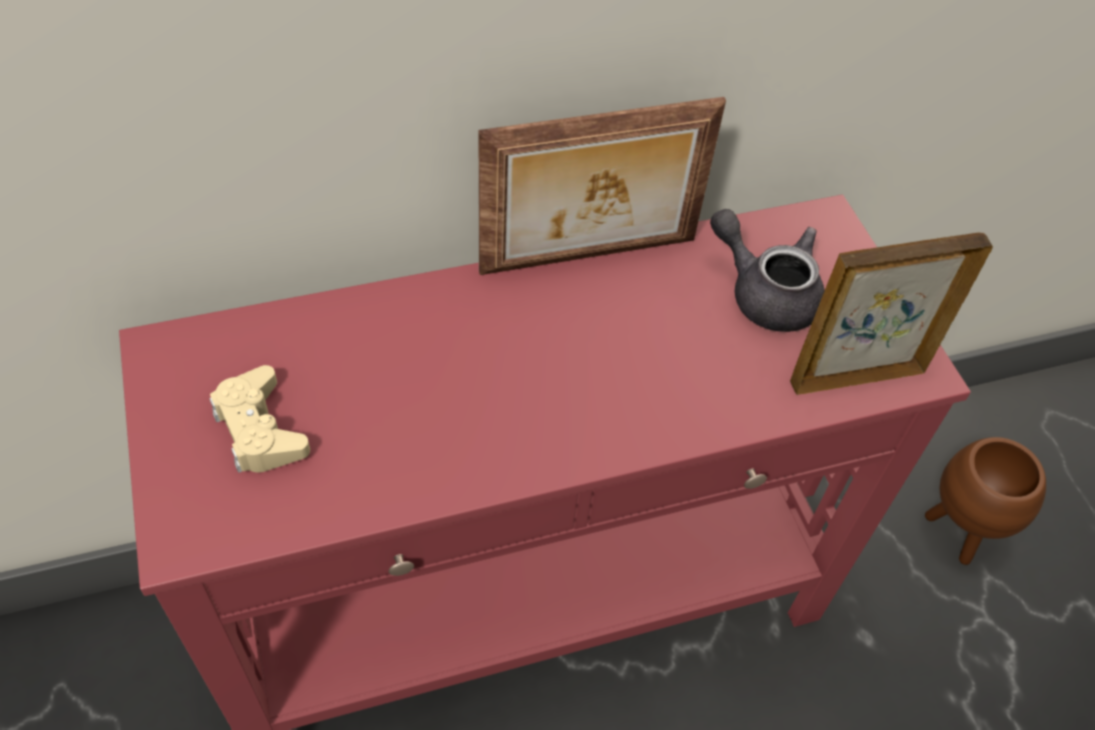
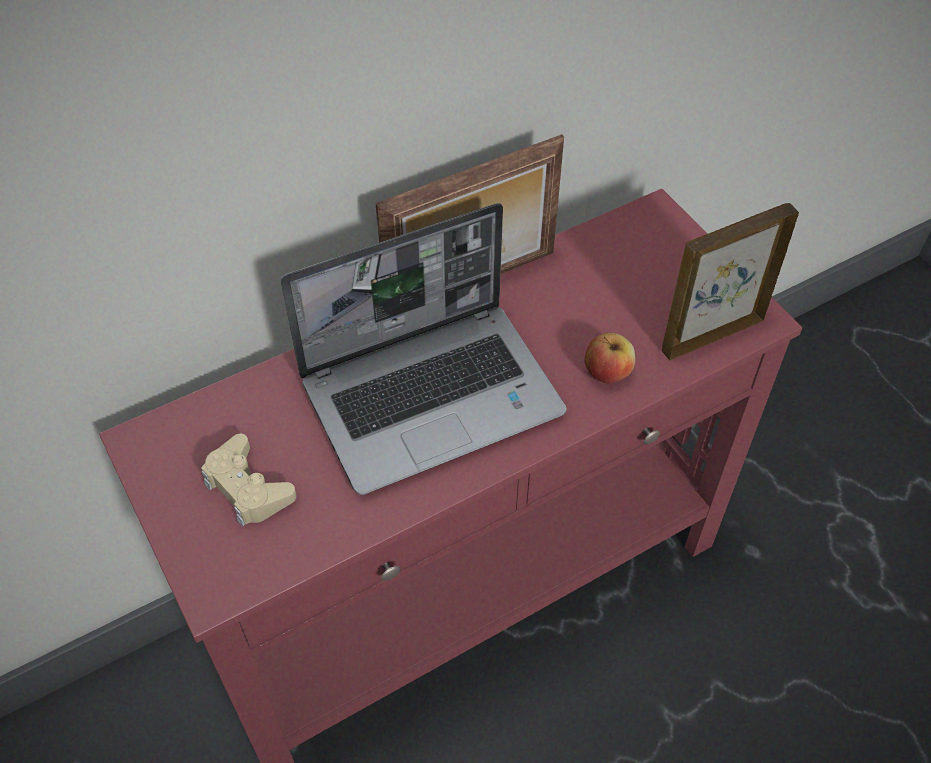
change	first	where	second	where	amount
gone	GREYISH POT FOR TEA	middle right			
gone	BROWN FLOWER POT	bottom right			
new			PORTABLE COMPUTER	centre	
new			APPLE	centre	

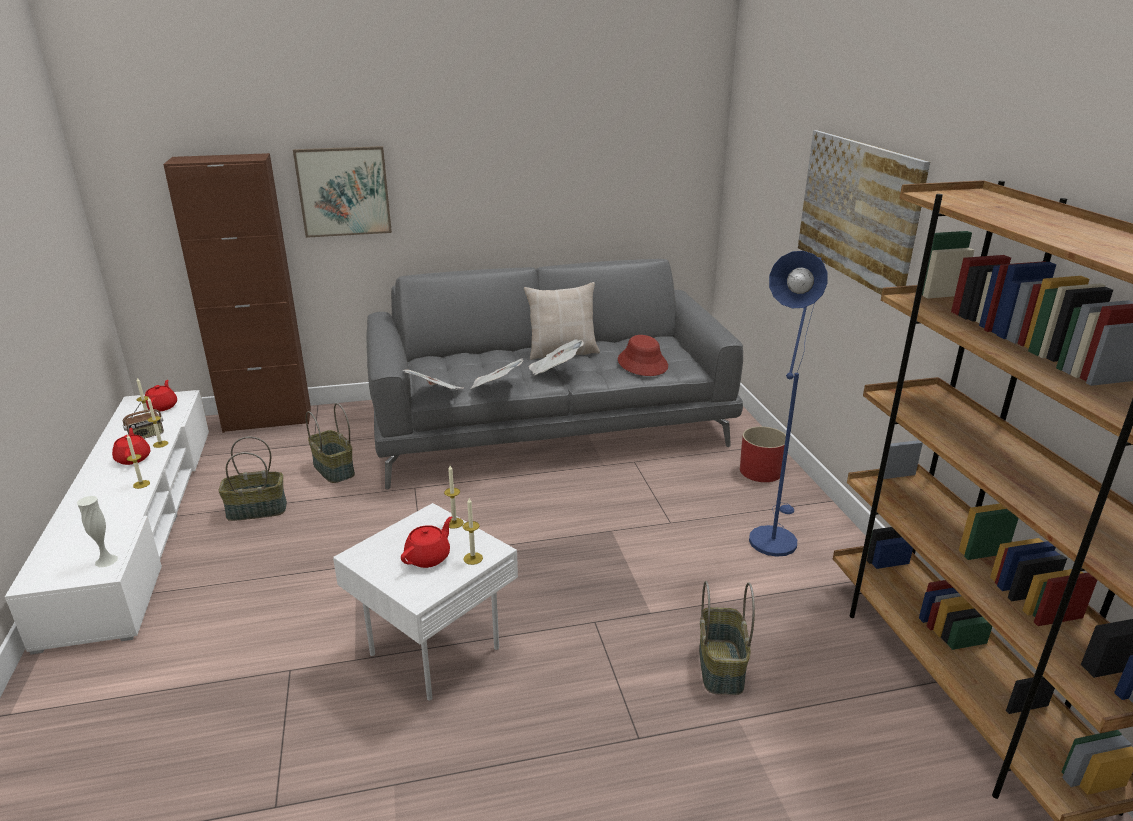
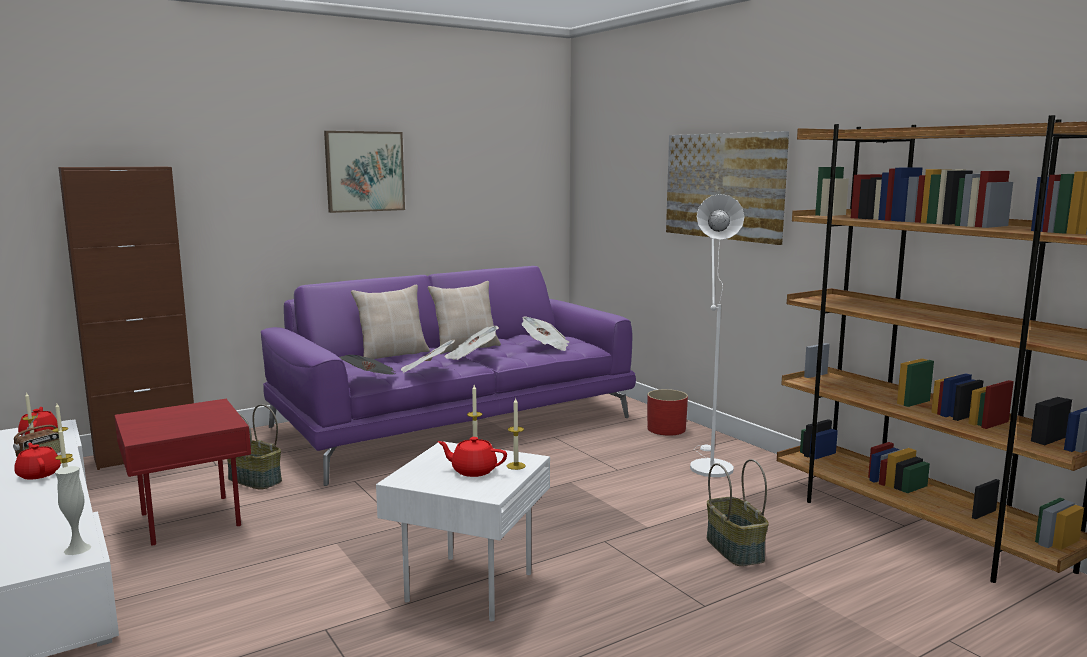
change	first	where	second	where	amount
shifted	WALL ART (no. 1 from left)	top left		top centre	
repainted	BLUE STANDING LAMP	middle right	WHITE-COLOURED STANDING LAMP	centre	
repainted	GREYISH SOFA	centre	PURPLE SOFA	centre	
swapped	RED CLOTHING HAT	centre	DAILY PAPER (no. 4 from left)	centre	
swapped	HOUSEHOLD BASKET (no. 1 from left)	middle left	RED END TABLE	bottom left	
rotated	RED POT FOR TEA (no. 3 from left)	centre		bottom centre	90 degrees counterclockwise
new			BEIGE-COLOURED PILLOW (no. 1 from left)	centre	

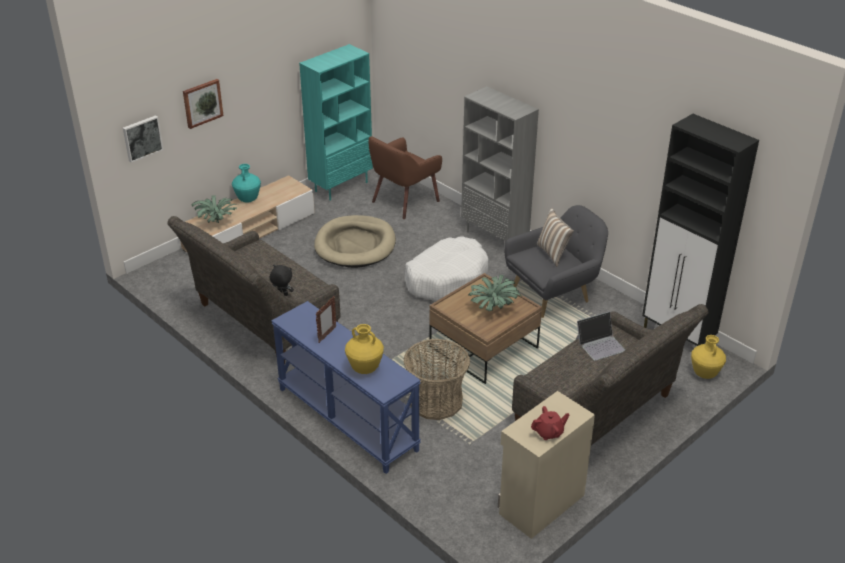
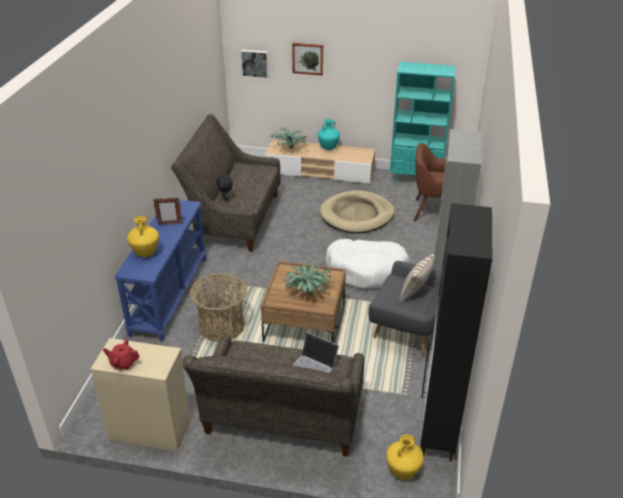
change	first	where	second	where	amount
rotated	RED POT FOR TEA	bottom centre		bottom left	150 degrees clockwise

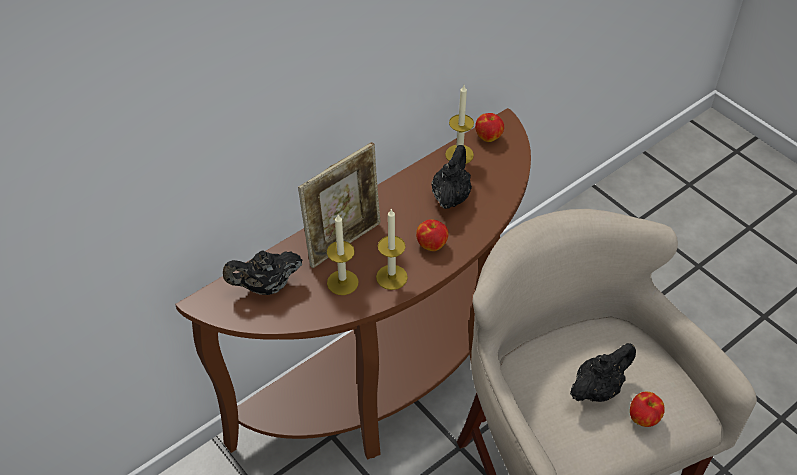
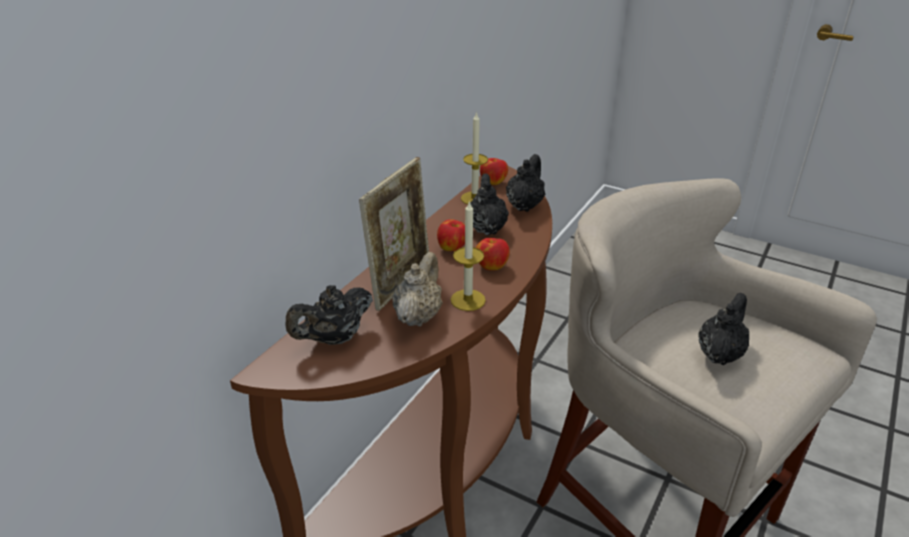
change	first	where	second	where	amount
swapped	WAX CANDLE (no. 1 from left)	centre	BEIGE-COLOURED POT FOR TEA	centre	
shifted	APPLE (no. 3 from left in the first image)	bottom right	APPLE (no. 1 from left)	centre	
new			BLACKISH POT FOR TEA (no. 3 from left)	centre	

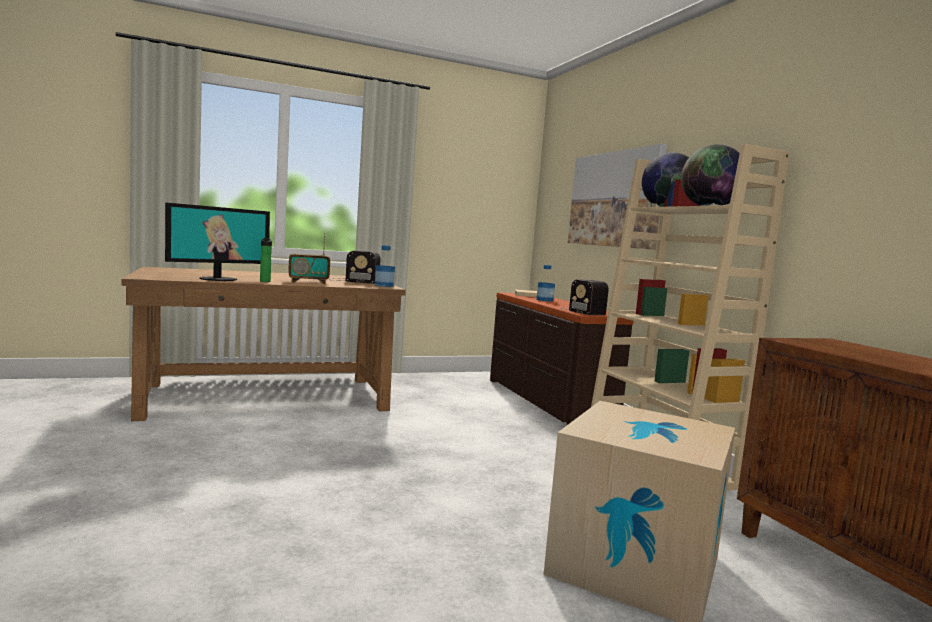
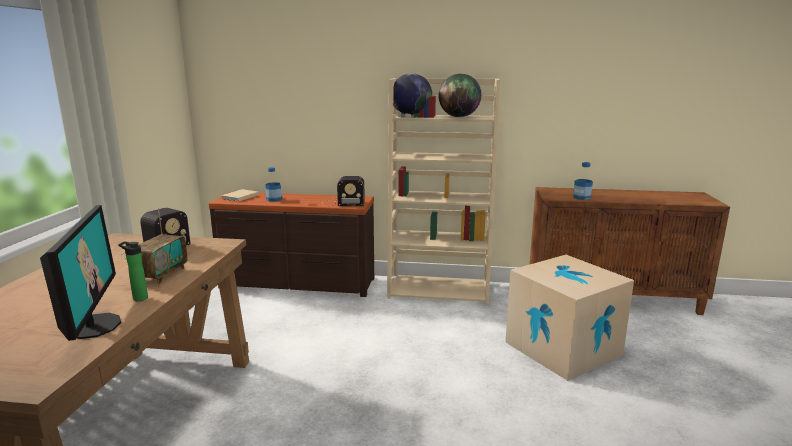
change	first	where	second	where	amount
gone	WALL ART	top centre			
shifted	DRINK BOTTLE (no. 2 from left in the first image)	centre	DRINK BOTTLE (no. 3 from left)	middle right	

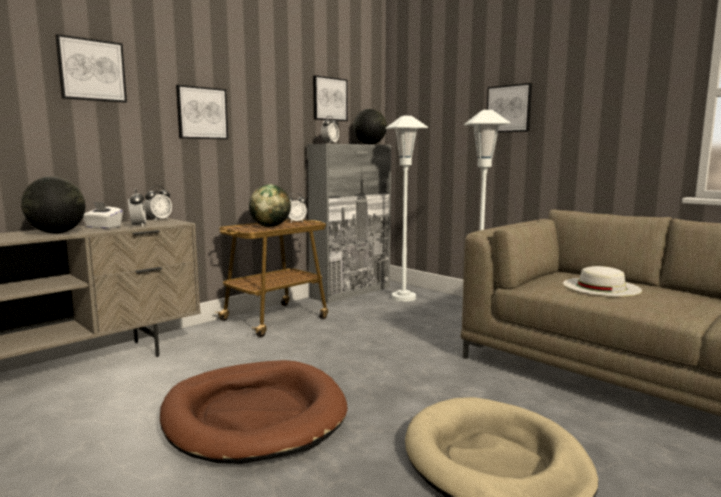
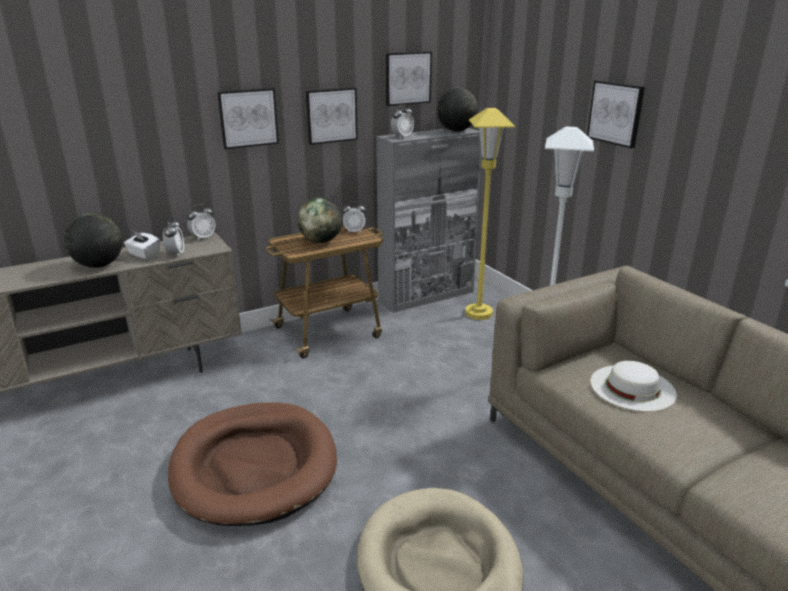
change	first	where	second	where	amount
shifted	WALL ART (no. 1 from left in the first image)	top left	WALL ART (no. 2 from left)	top centre	
repainted	WHITE-COLOURED STANDING LAMP (no. 1 from left)	centre	YELLOW-COLOURED STANDING LAMP	centre	

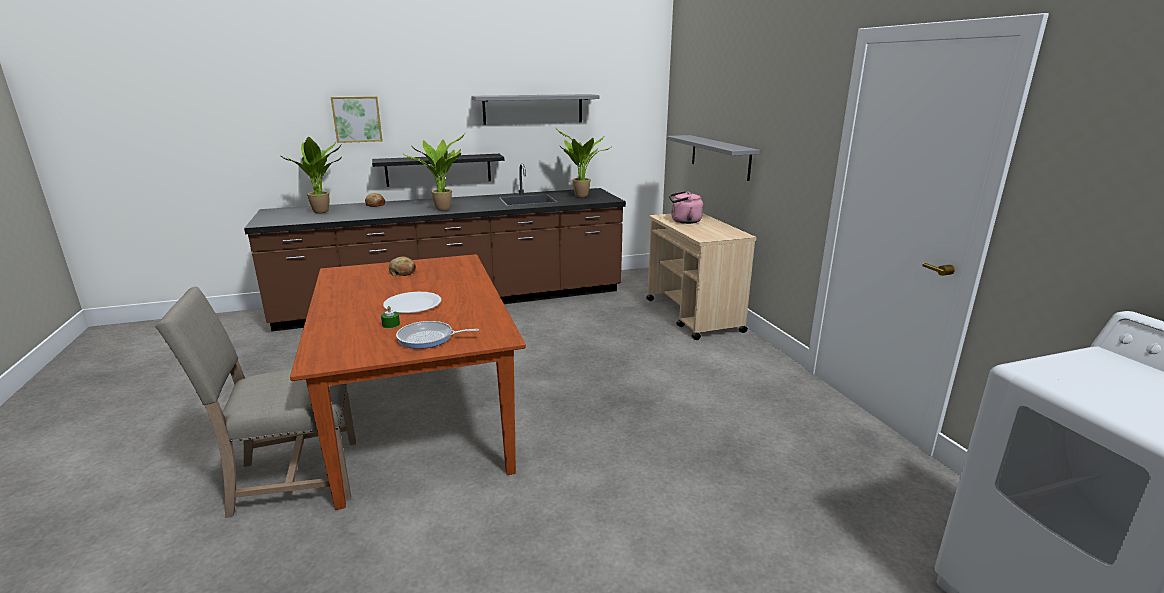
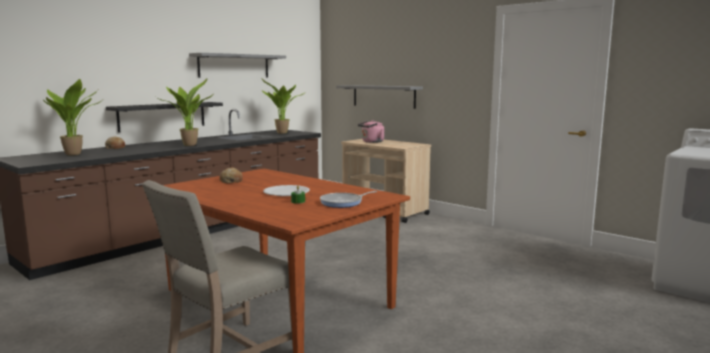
change	first	where	second	where	amount
gone	WALL ART	top left			

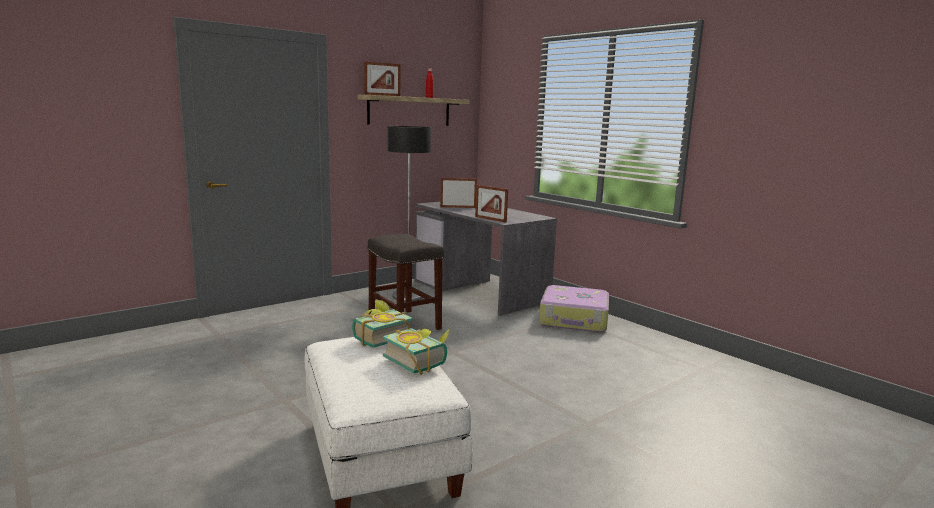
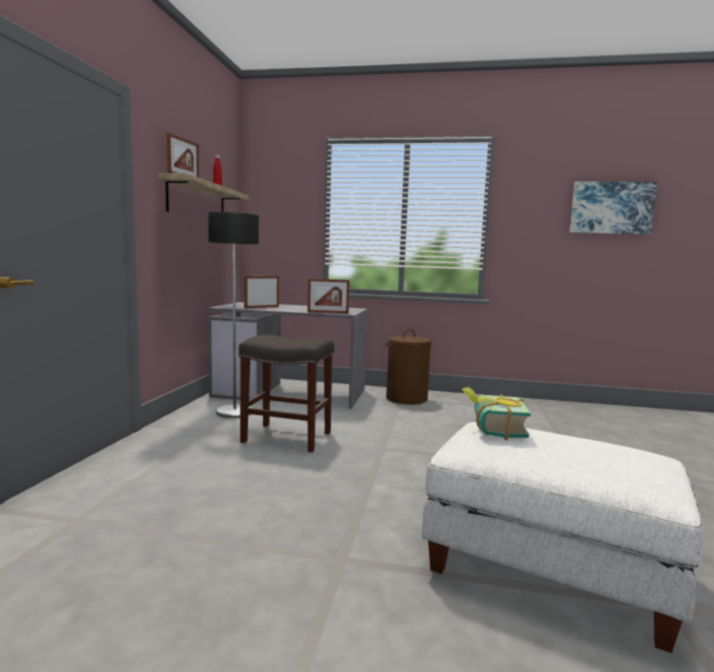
change	first	where	second	where	amount
swapped	TRAVEL CASE	centre	BROWN WASHING BASKET	centre	
gone	BOOK (no. 2 from left)	bottom centre			
new			WALL ART	top right	

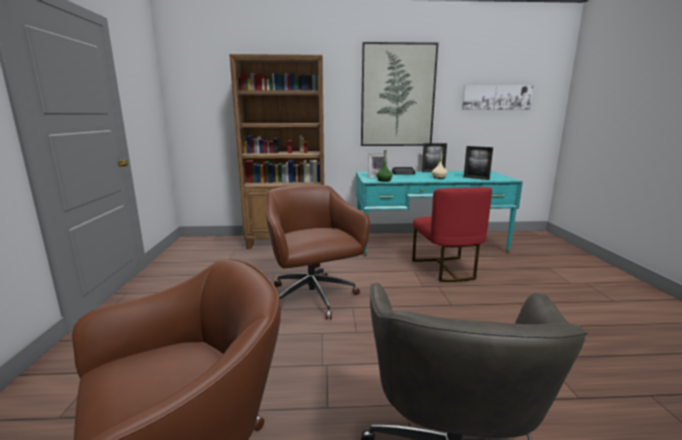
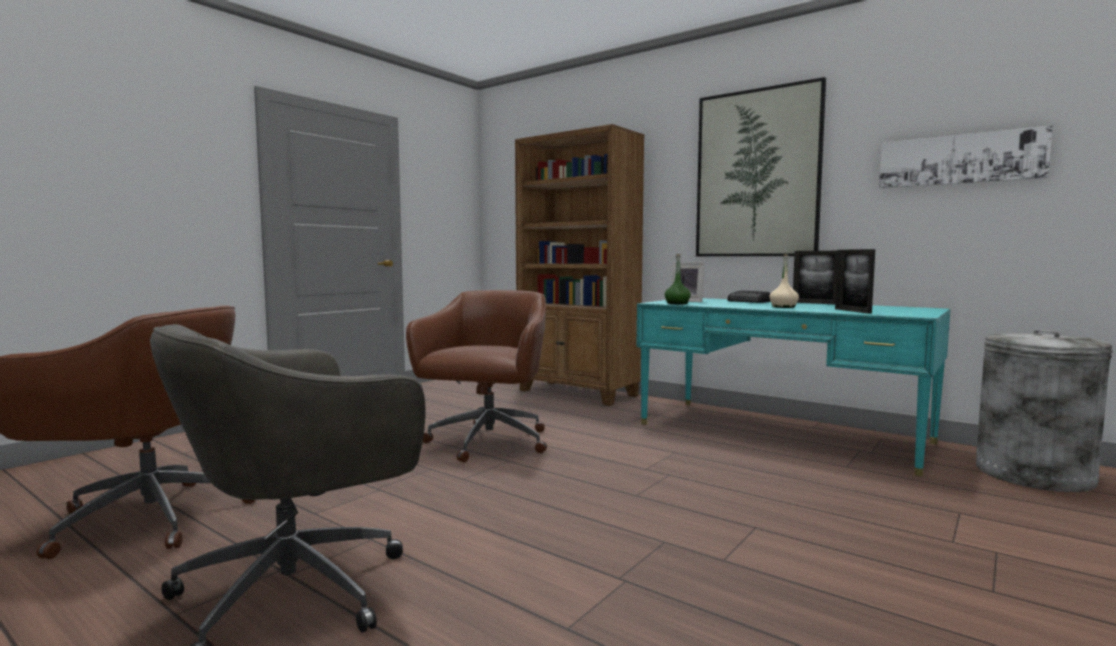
change	first	where	second	where	amount
gone	RED PLAIN CHAIR	centre			
new			GREYISH RUBBISH BIN	middle right	

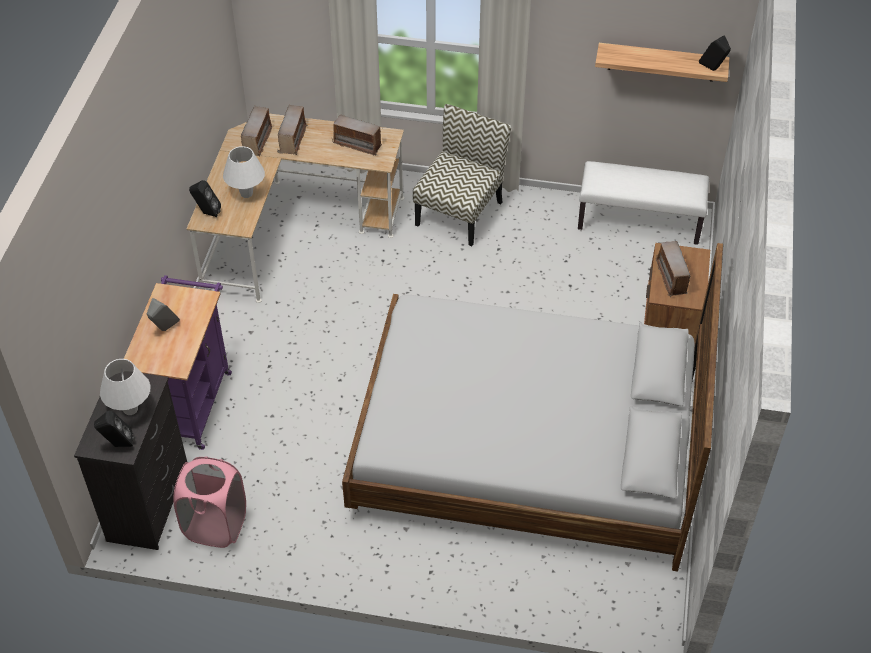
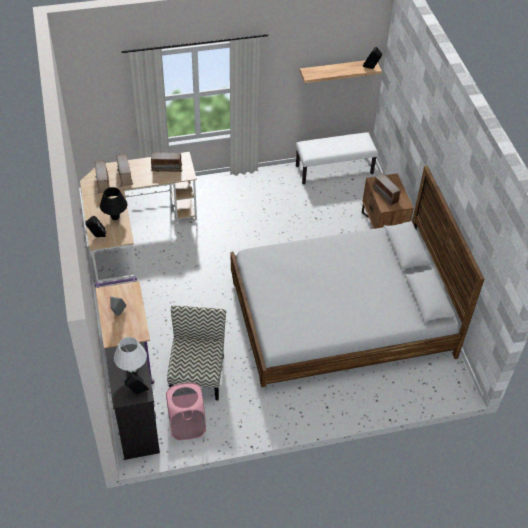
change	first	where	second	where	amount
shifted	PLAIN CHAIR	top centre		bottom centre	
repainted	WHITE-COLOURED TABLE LAMP (no. 2 from left)	top left	BLACKISH TABLE LAMP	middle left	

